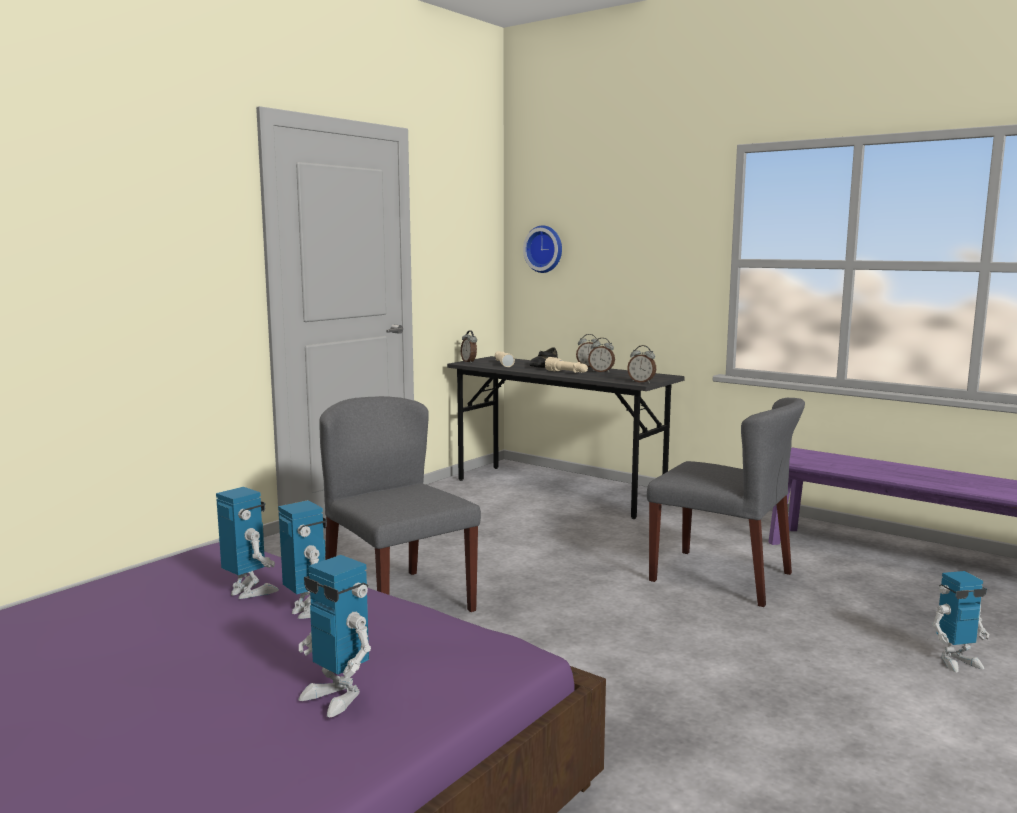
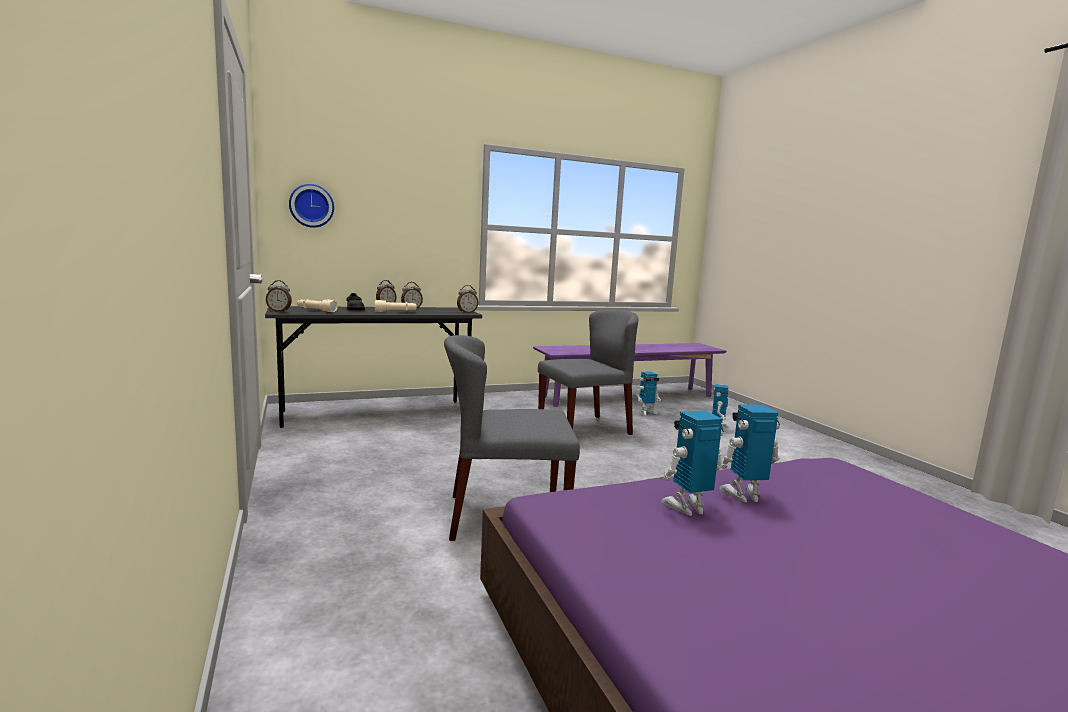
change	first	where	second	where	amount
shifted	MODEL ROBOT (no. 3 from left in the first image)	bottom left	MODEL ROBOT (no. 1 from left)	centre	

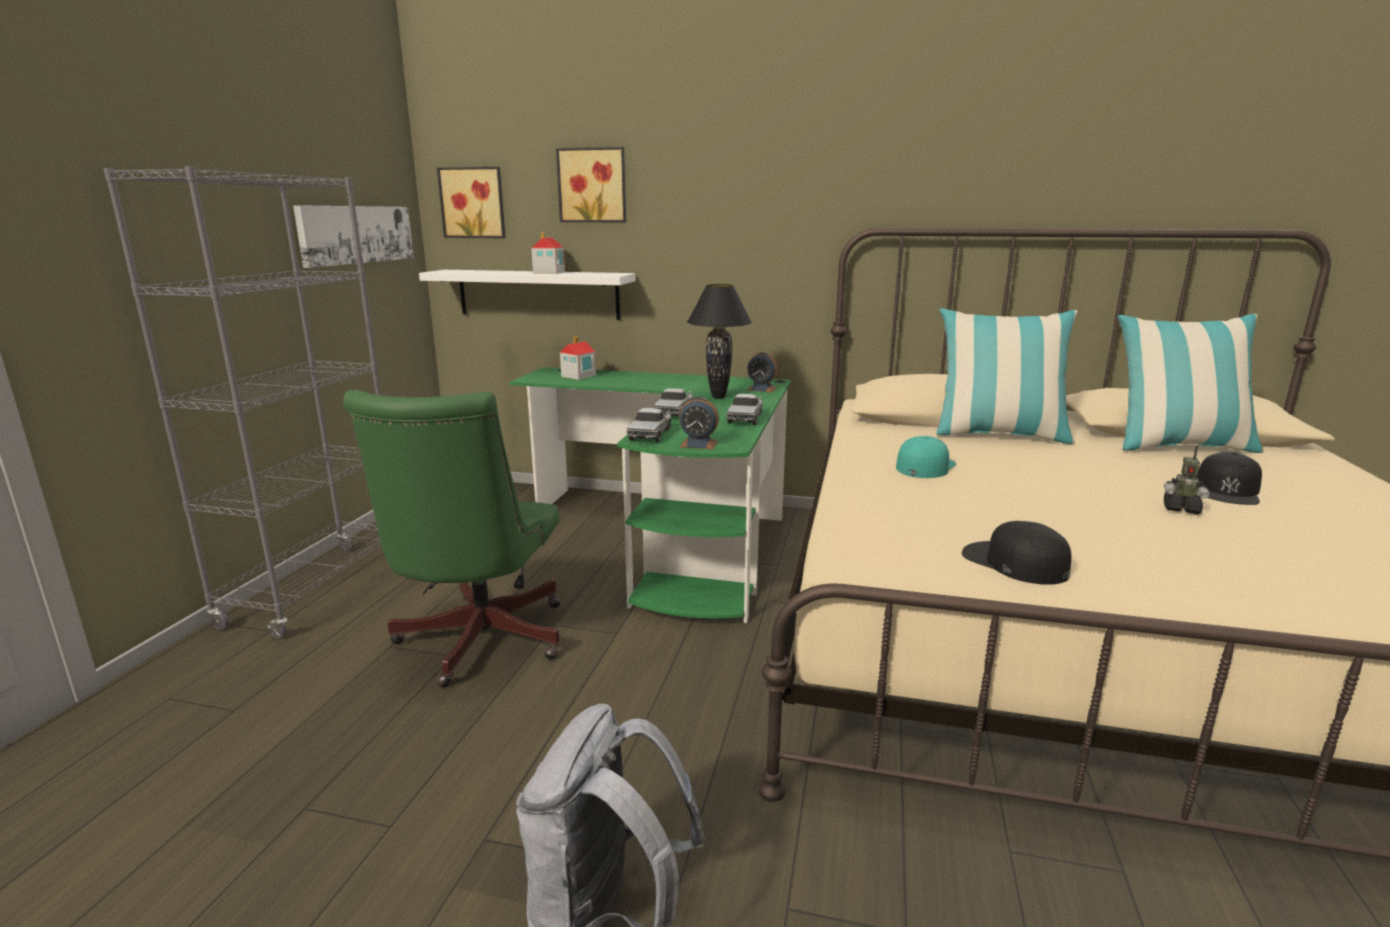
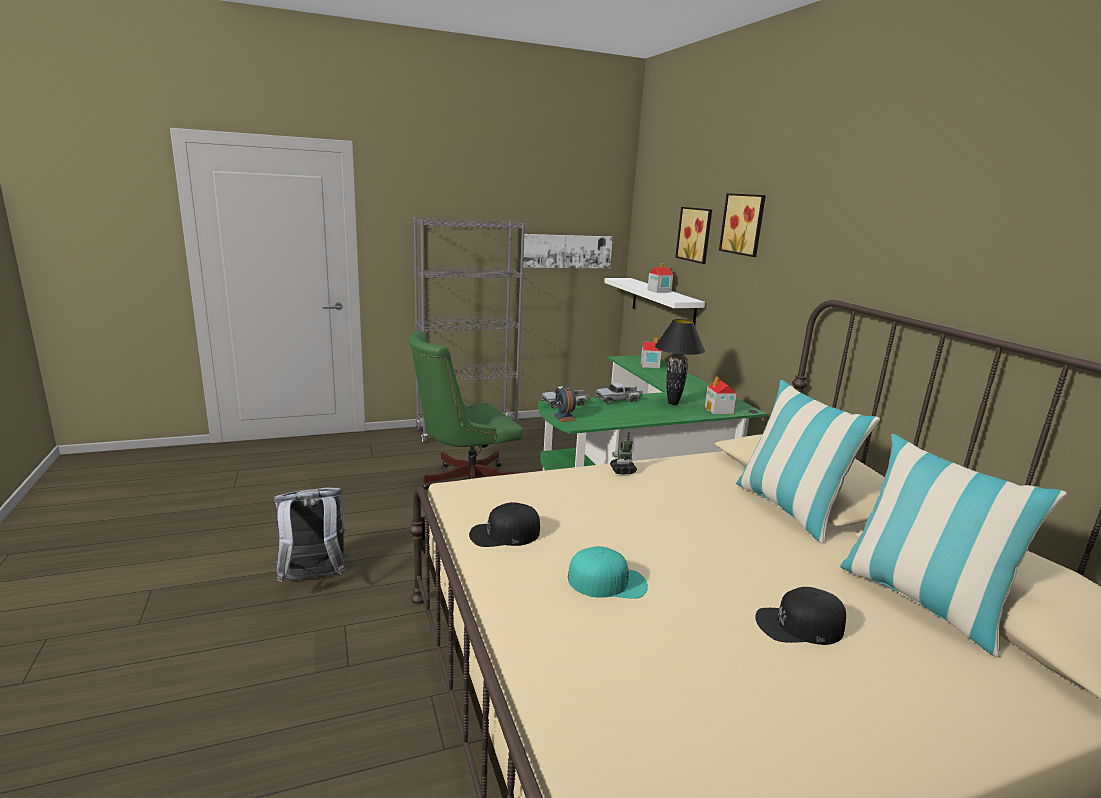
change	first	where	second	where	amount
shifted	WALL ART (no. 2 from left in the first image)	top centre	WALL ART (no. 3 from left)	top right	
swapped	ALARM CLOCK (no. 2 from left)	centre	MODEL HOUSE (no. 3 from left)	centre	
gone	TOY TRUCK (no. 3 from left)	centre			
shifted	BLUE-GREEN CAP	centre		bottom centre	
shifted	MODEL ROBOT	middle right		centre	
rotated	BLACKISH CAP (no. 1 from left)	middle right		centre	120 degrees counterclockwise

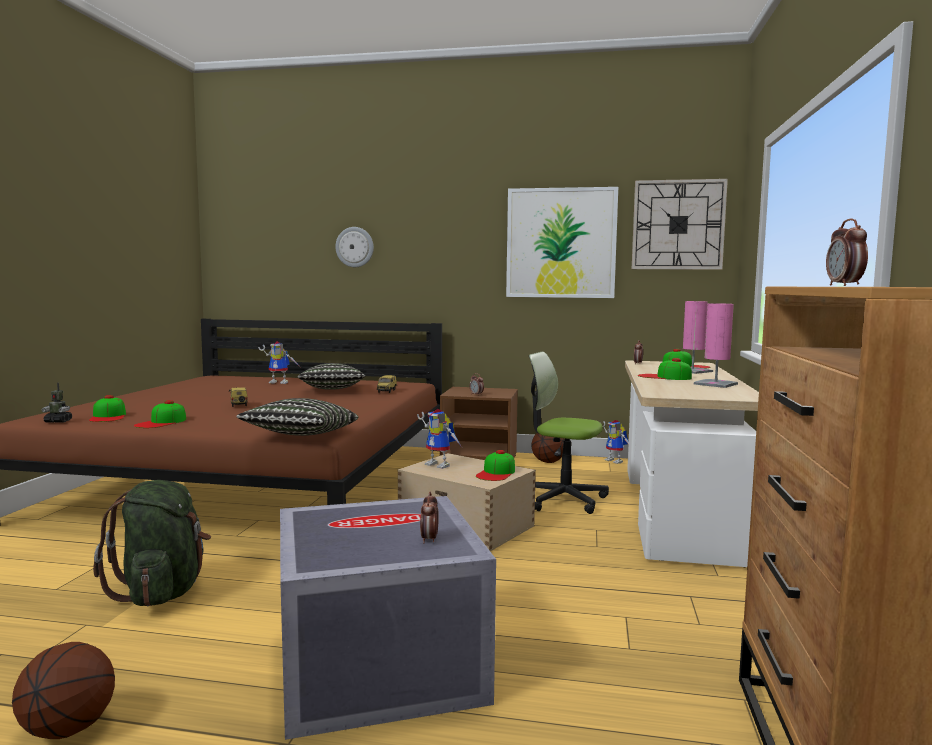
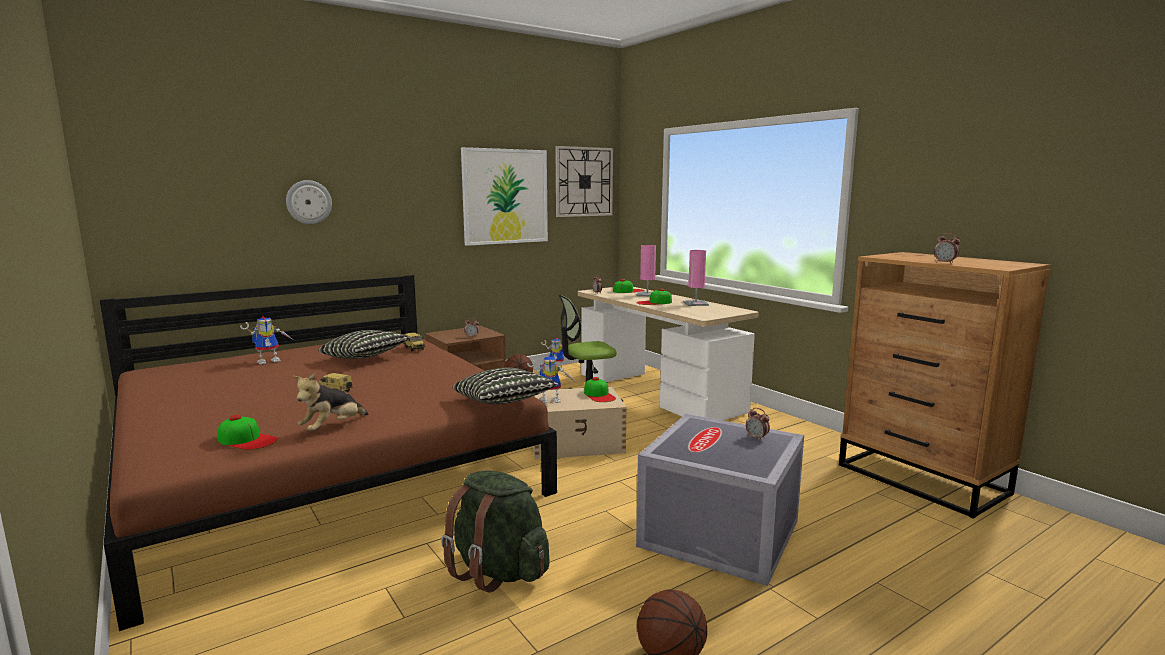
change	first	where	second	where	amount
gone	MODEL ROBOT (no. 1 from left)	middle left			
swapped	CAP (no. 2 from left)	middle left	CUDDLY TOY	middle left	

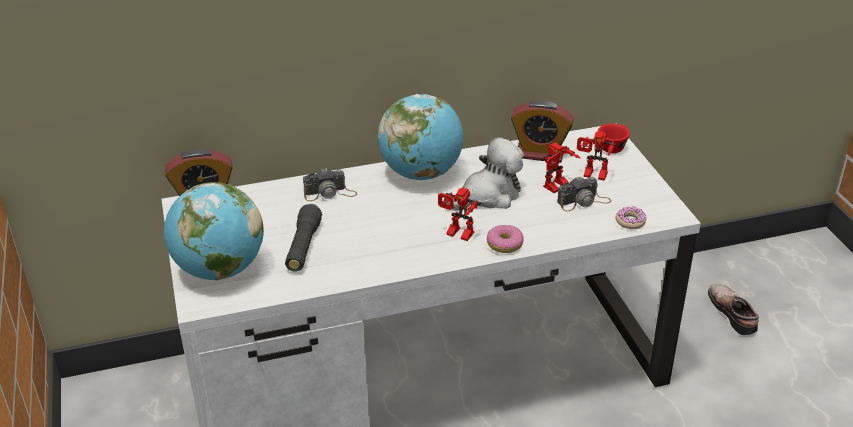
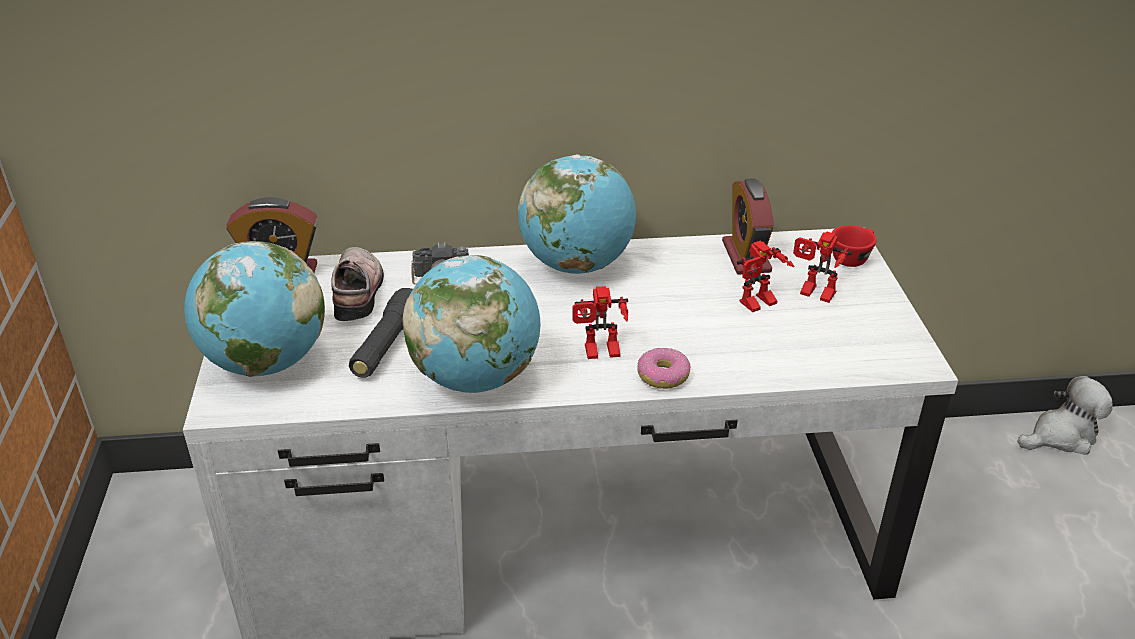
change	first	where	second	where	amount
rotated	ALARM CLOCK (no. 2 from left)	top centre		centre	60 degrees clockwise
shifted	CUDDLY TOY	centre		middle right	
gone	STILL CAMERA (no. 2 from left)	middle right			
rotated	MODEL ROBOT (no. 1 from left)	centre		centre	45 degrees counterclockwise
gone	RING DOUGHNUT (no. 2 from left)	middle right			
shifted	LOW SHOE	bottom right		middle left	
new			GLOBE (no. 2 from left)	centre	

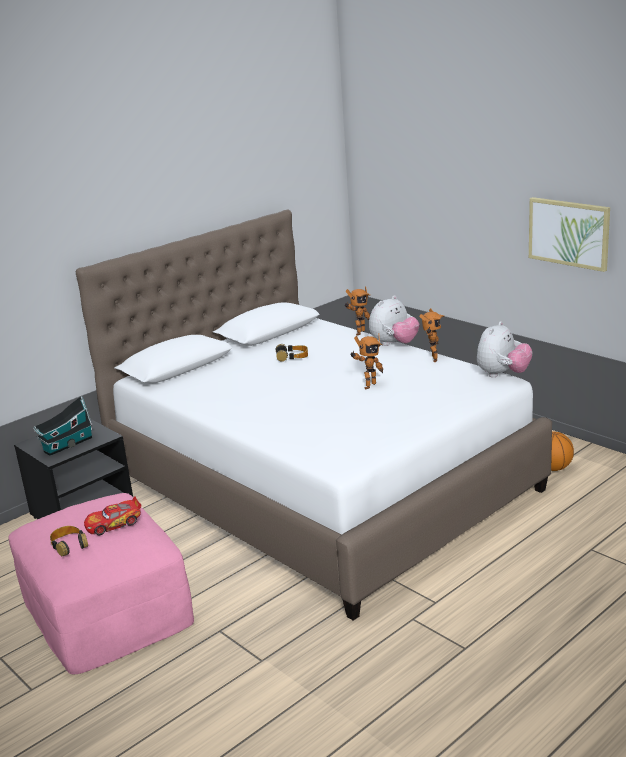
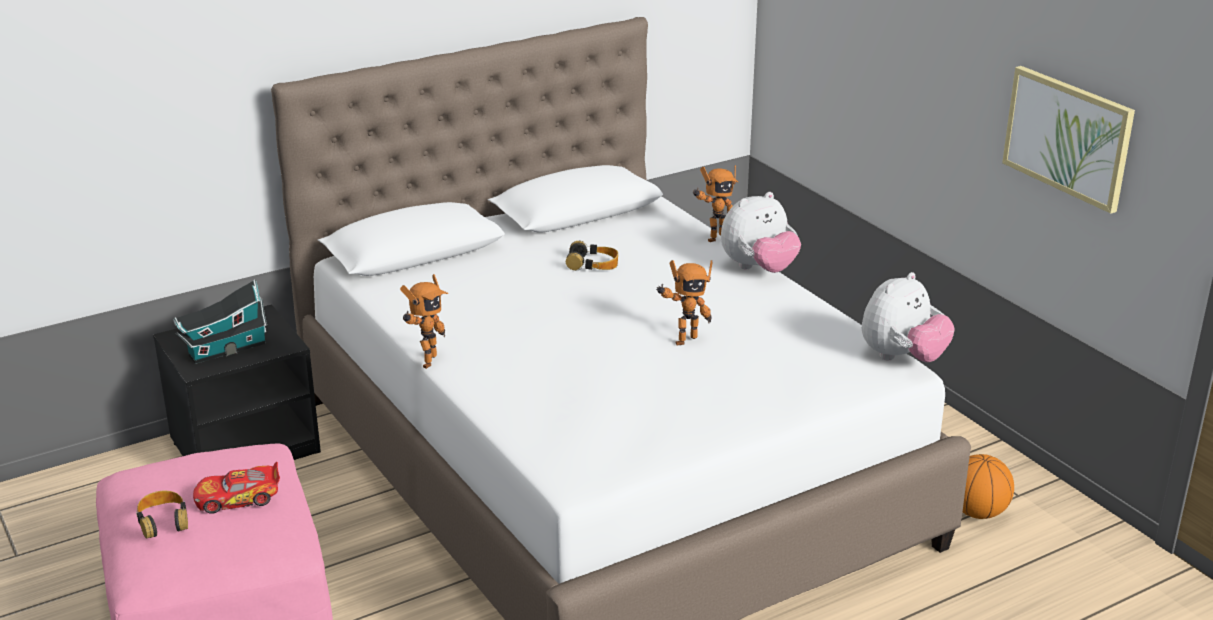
change	first	where	second	where	amount
shifted	MODEL ROBOT (no. 3 from left in the first image)	middle right	MODEL ROBOT (no. 1 from left)	centre	

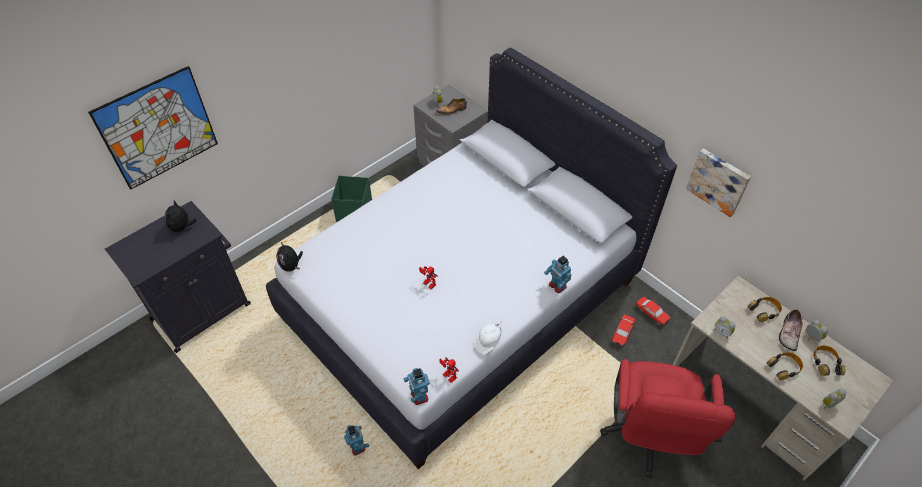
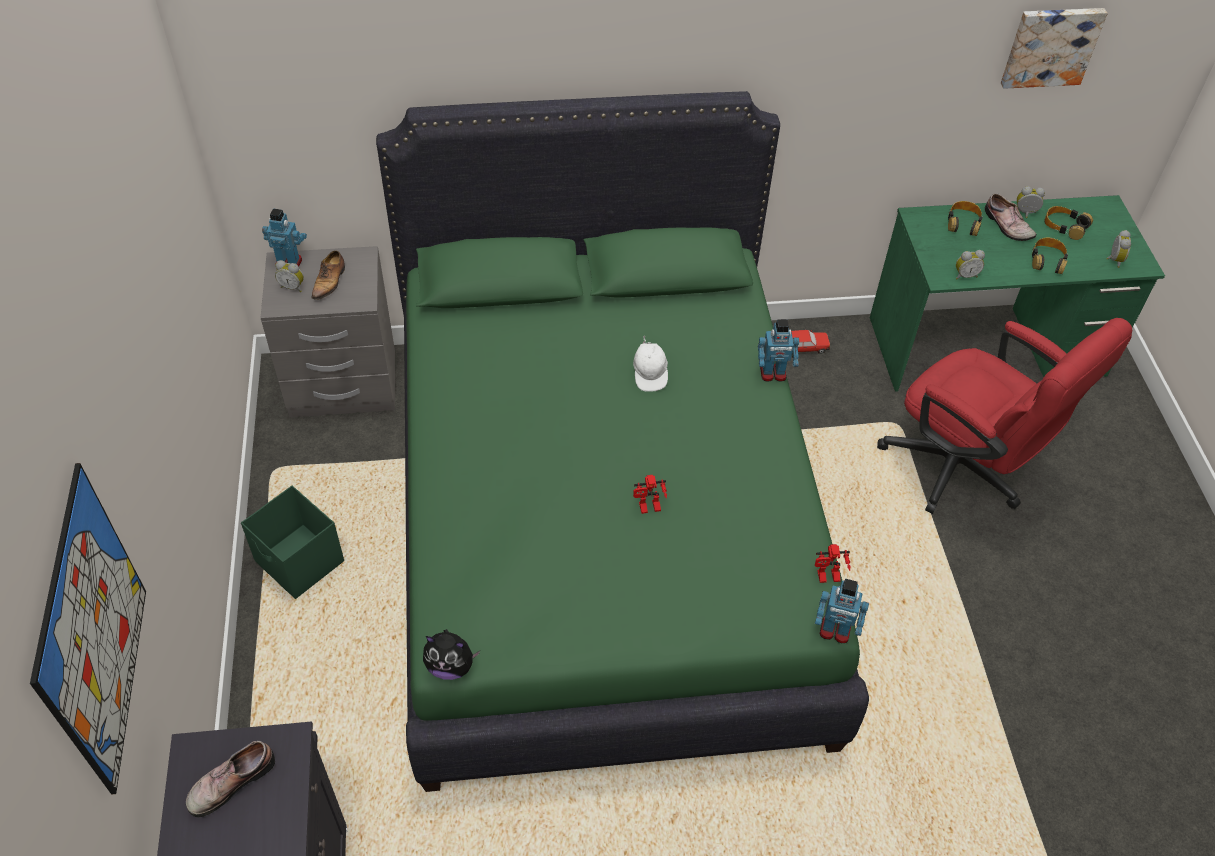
change	first	where	second	where	amount
repainted	WHITE-COLOURED BEDROOM BED	centre	GREEN-COLOURED BEDROOM BED	centre	
shifted	WALL ART (no. 2 from left)	middle right		top right	
swapped	CUDDLY TOY (no. 1 from left)	middle left	LOW SHOE (no. 1 from left)	bottom left	
repainted	BEIGE-COLOURED DESK	bottom right	GREEN-COLOURED DESK	middle right	
gone	MODEL CAR (no. 1 from left)	bottom right			
shifted	WHITE-COLOURED CAP	bottom centre		centre	
shifted	MODEL ROBOT (no. 1 from left)	bottom centre		top left	

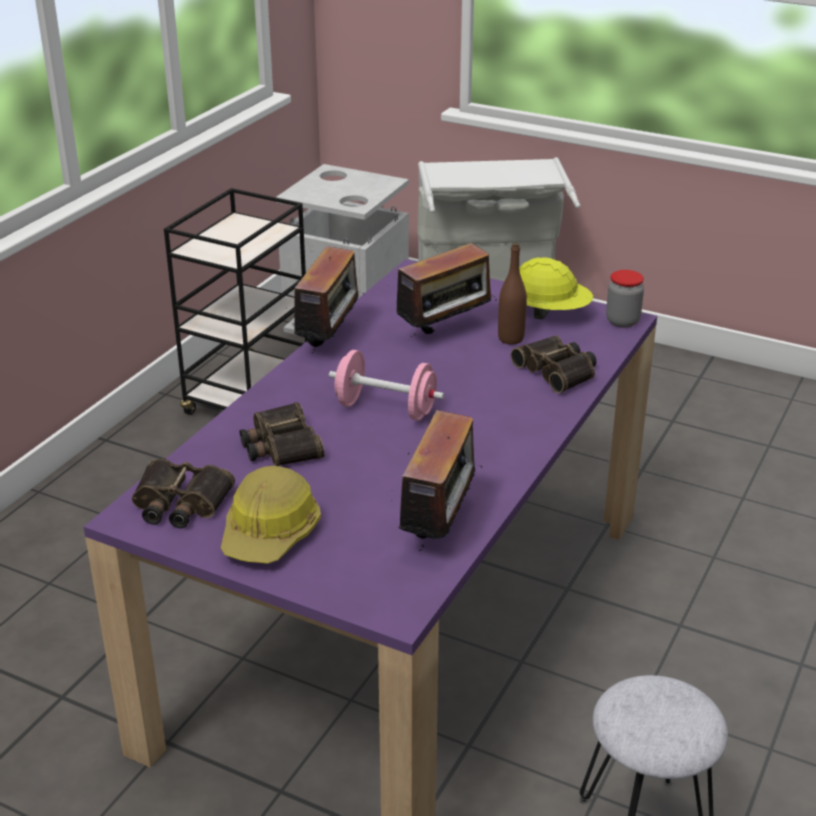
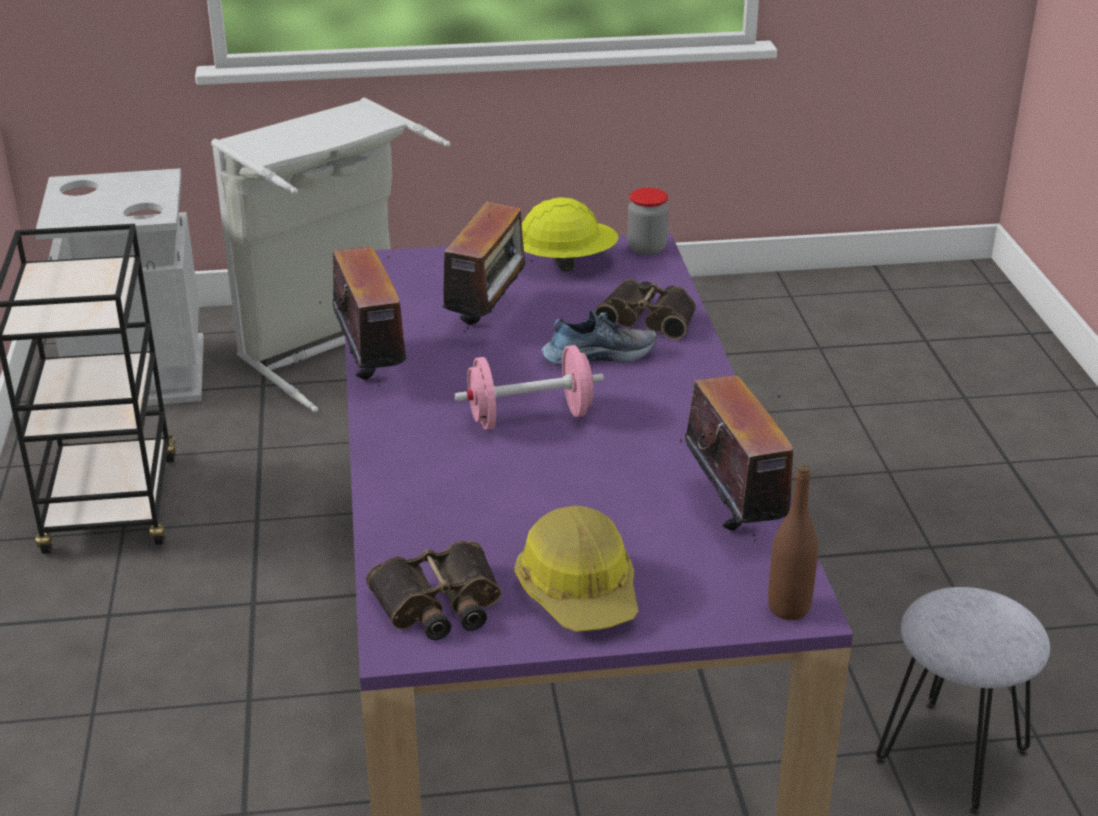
change	first	where	second	where	amount
shifted	BROWN DRINK BOTTLE	centre		middle right	
gone	BINOCULARS (no. 2 from left)	centre			
new			LOW SHOE	centre	

